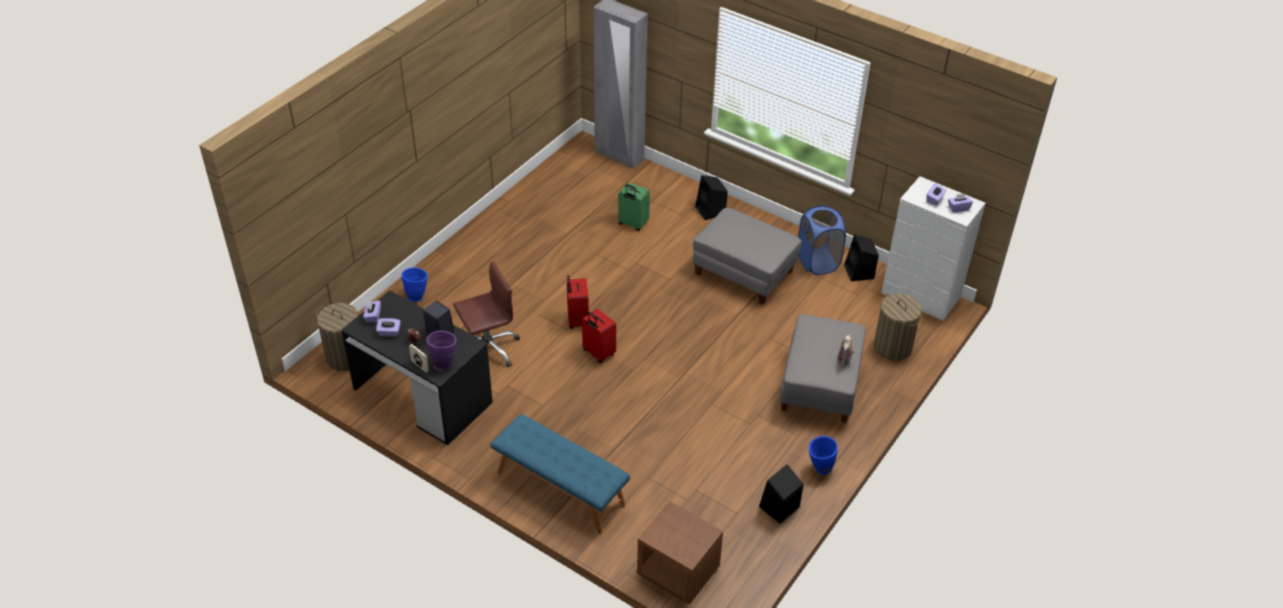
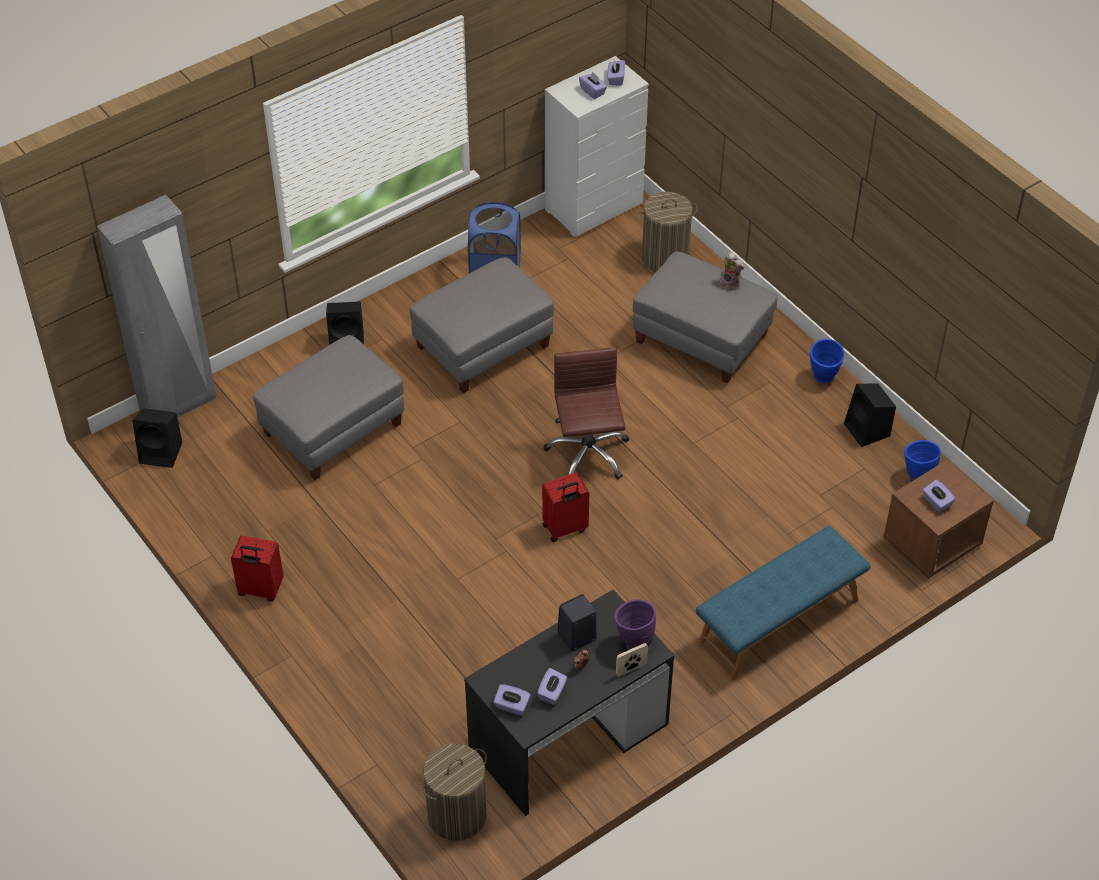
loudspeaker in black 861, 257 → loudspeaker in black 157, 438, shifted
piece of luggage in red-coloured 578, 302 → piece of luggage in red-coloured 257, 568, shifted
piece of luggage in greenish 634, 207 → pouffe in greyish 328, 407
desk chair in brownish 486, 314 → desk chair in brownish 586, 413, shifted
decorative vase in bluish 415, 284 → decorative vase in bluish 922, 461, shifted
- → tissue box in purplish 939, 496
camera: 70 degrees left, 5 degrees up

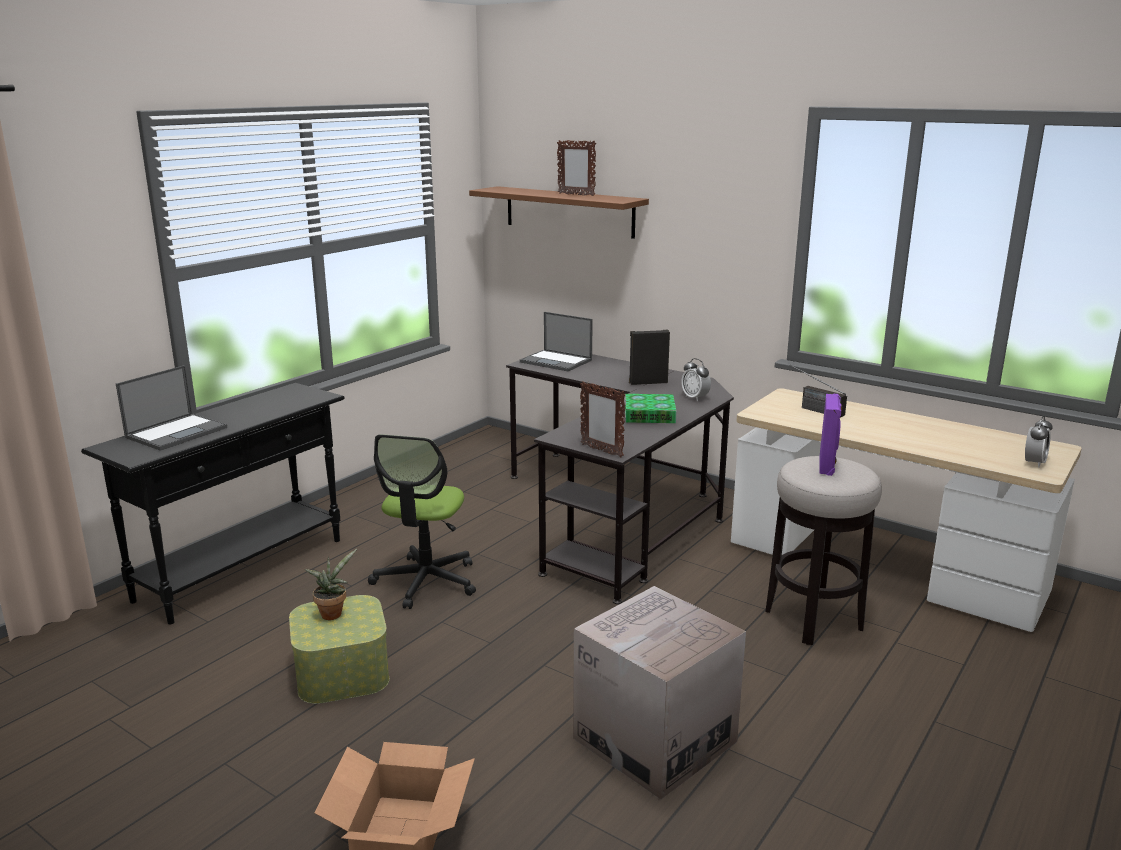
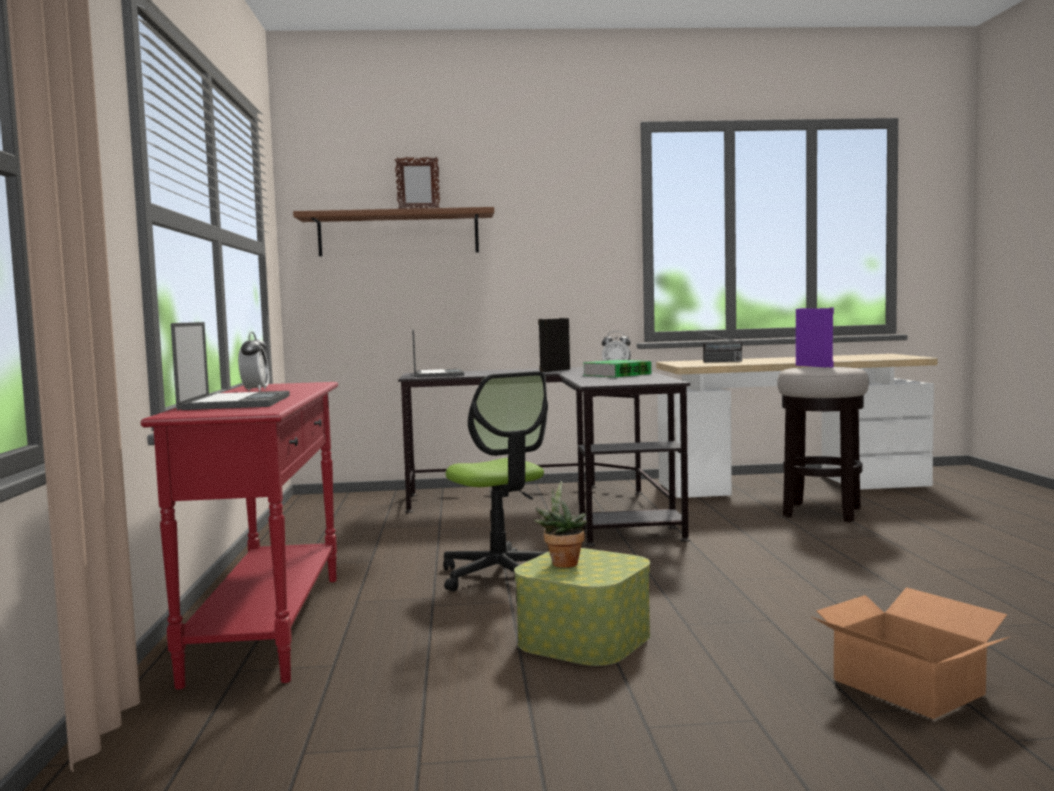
hall table in black 213, 503 → hall table in red-coloured 239, 535
bedside clock 1039, 442 → bedside clock 253, 361, shifted
notebook computer 556, 341 → notebook computer 438, 353, 90 degrees counterclockwise
packing box 659, 692 → -
picture frame 603, 419 → -
camera: 40 degrees left, 15 degrees down

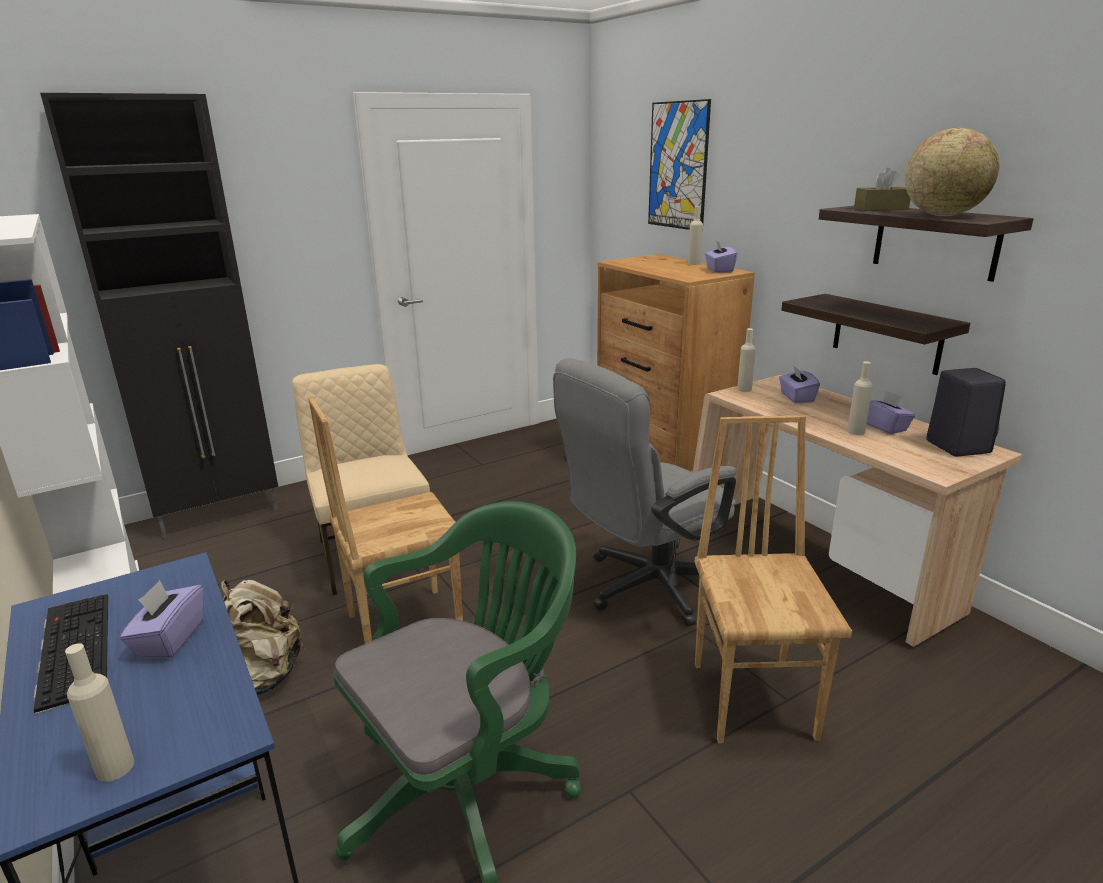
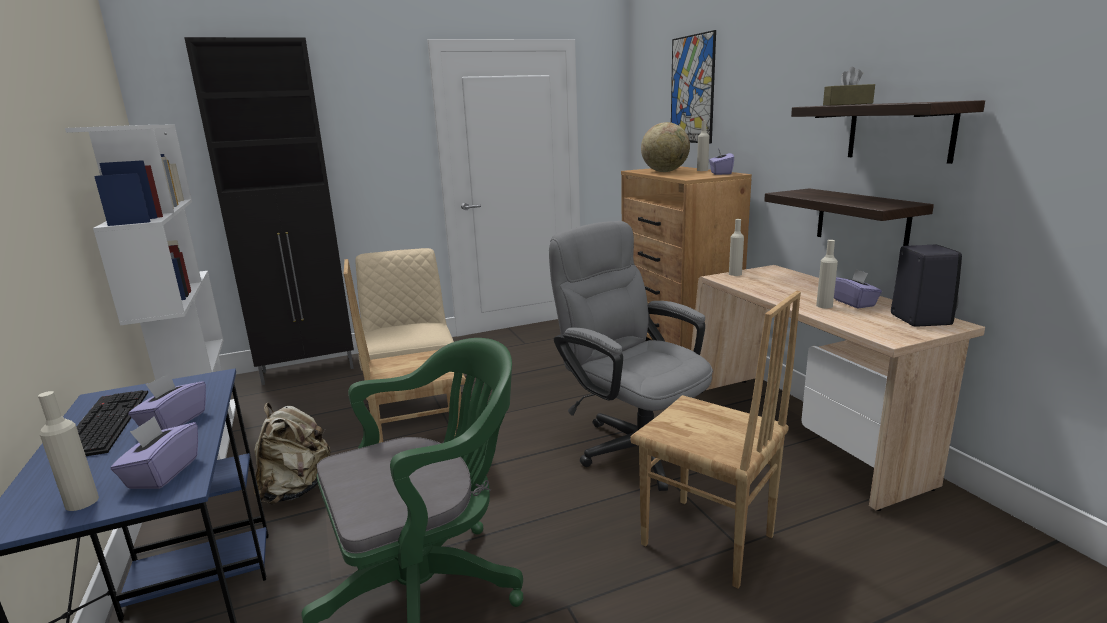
tissue box in purplish 799, 384 → tissue box in purplish 154, 453, shifted
desk chair in greyish 644, 492 → desk chair in greyish 631, 356, 75 degrees clockwise
upright chair in brownish 773, 579 → upright chair in brownish 715, 439, 120 degrees clockwise
desk globe 952, 172 → desk globe 665, 147, shifted
camera: 10 degrees right, 5 degrees down

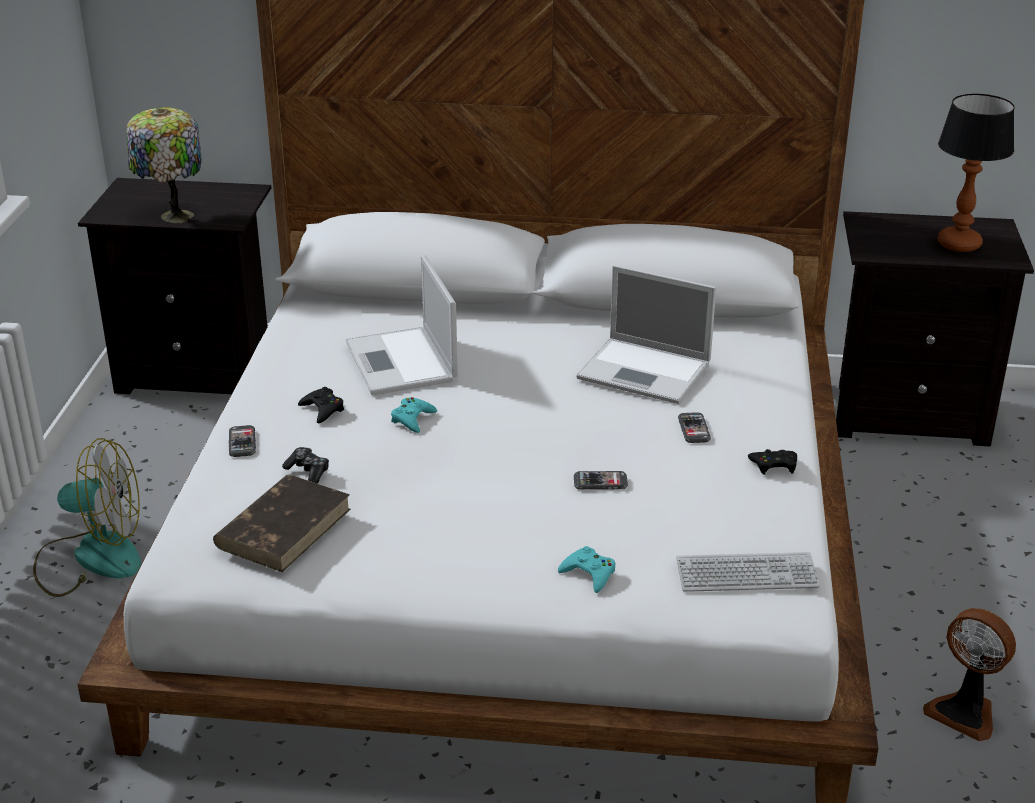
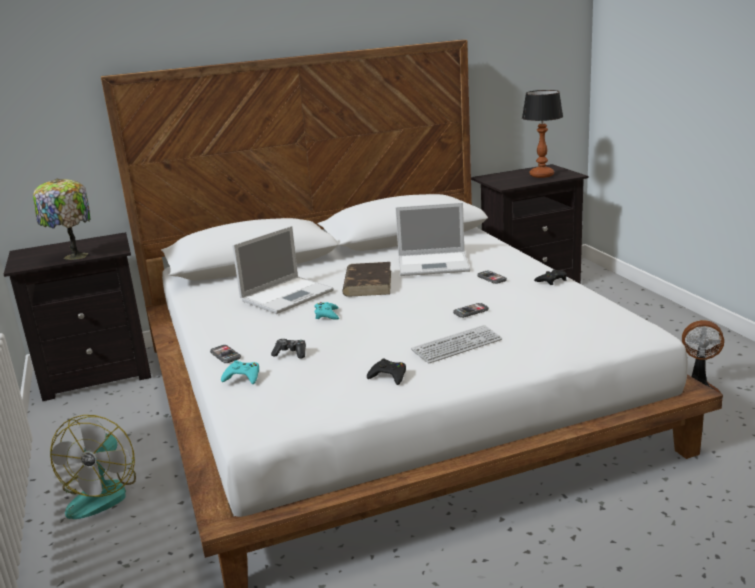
cooling fan 87, 517 → cooling fan 93, 467, 120 degrees clockwise
gamepad in turquoise 587, 569 → gamepad in turquoise 240, 372, shifted
notebook computer 402, 325 → notebook computer 283, 270, 90 degrees counterclockwise
bound book in brownish 282, 523 → bound book in brownish 366, 279, shifted
gamepad in black 321, 405 → gamepad in black 386, 371, shifted
keyboard 748, 572 → keyboard 456, 344, shifted
camera: 25 degrees left, 10 degrees down

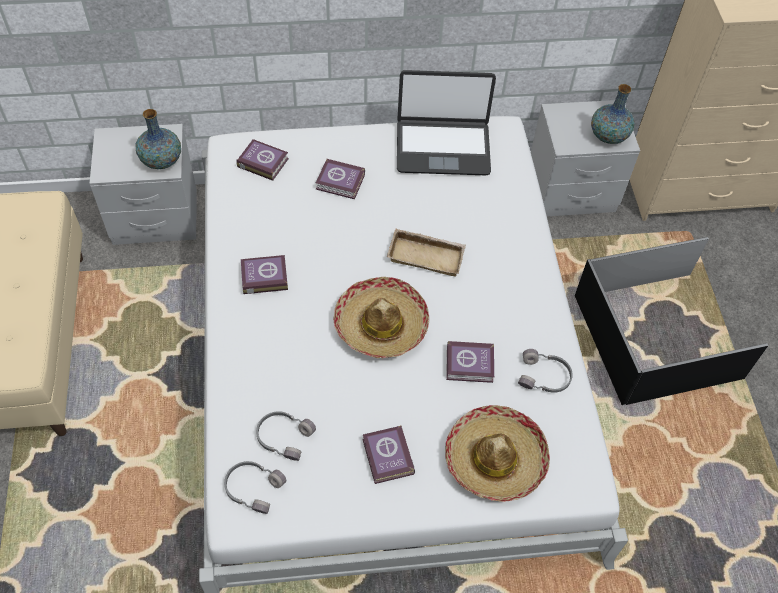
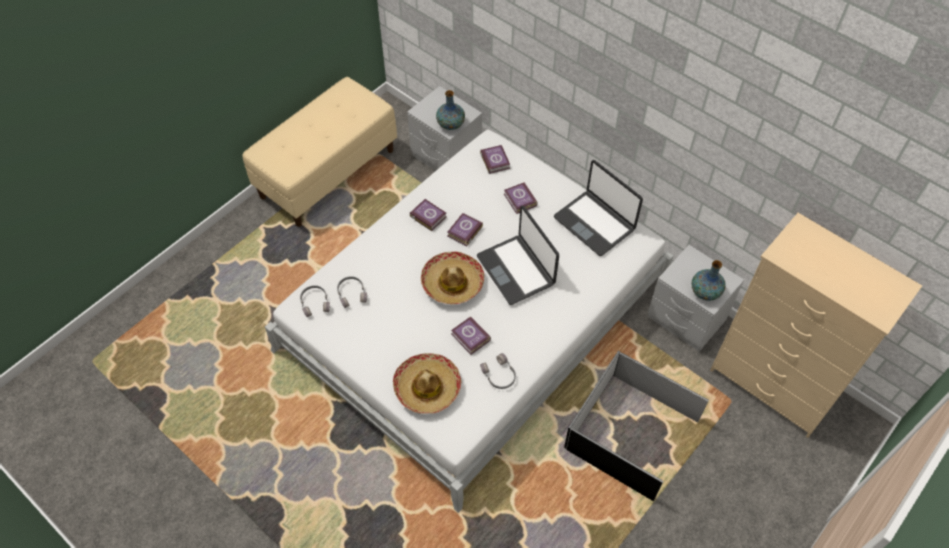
bound book 388, 454 → bound book 465, 229, shifted
tray in beige 426, 252 → notebook computer 518, 255
camera: 50 degrees right, 0 degrees up

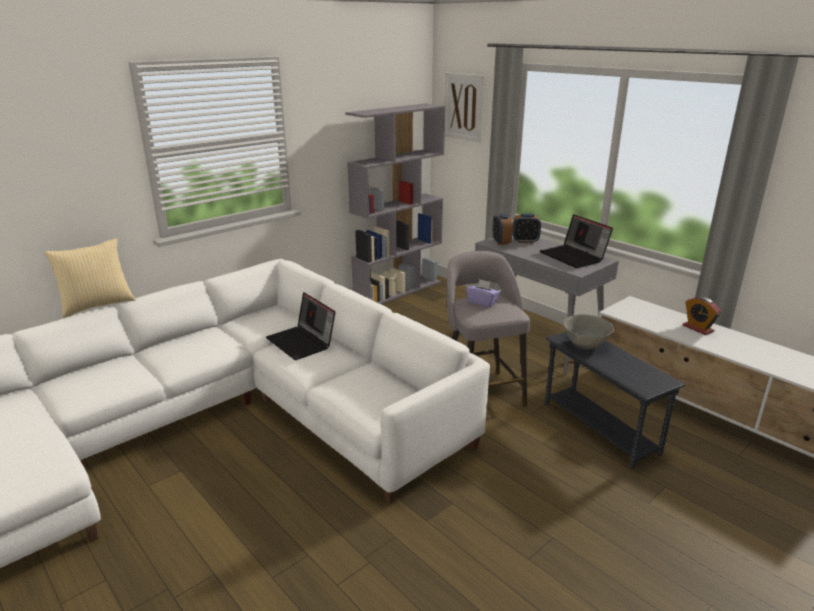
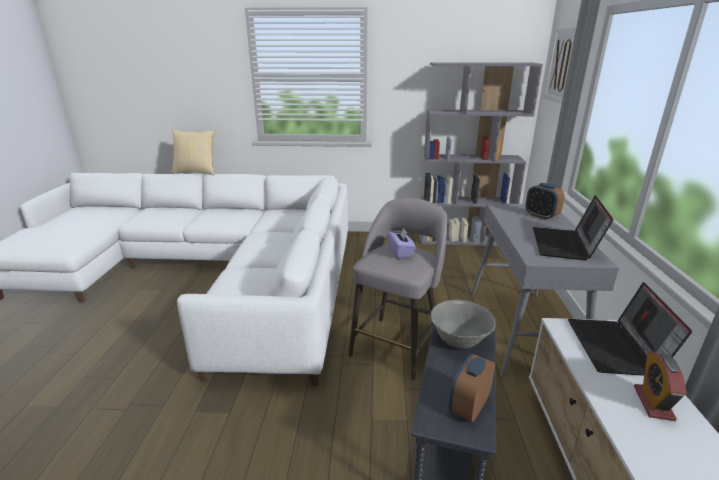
bedside clock 502, 229 → bedside clock 472, 388, shifted
notebook computer 301, 326 → notebook computer 630, 329, shifted
camera: 45 degrees right, 0 degrees up

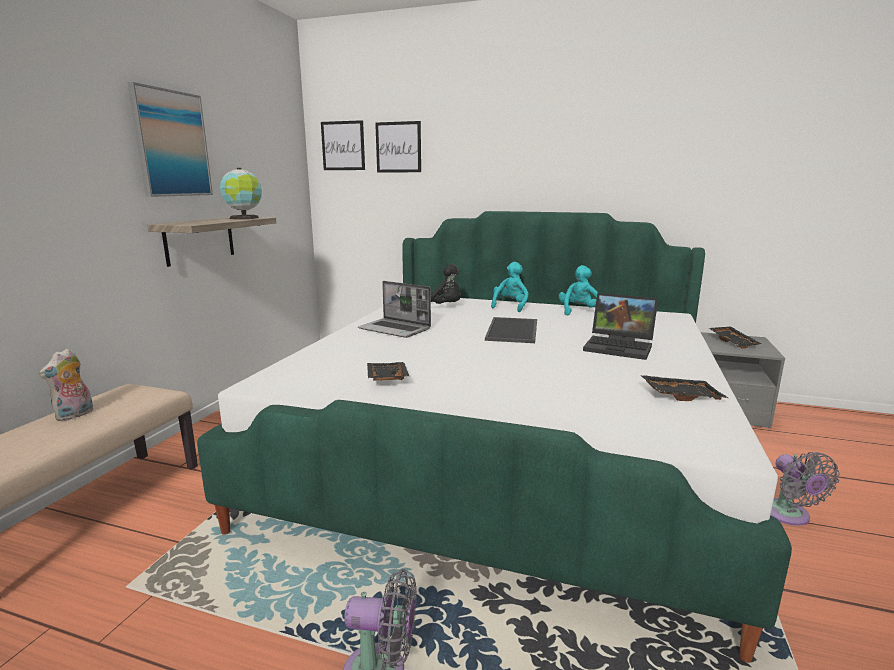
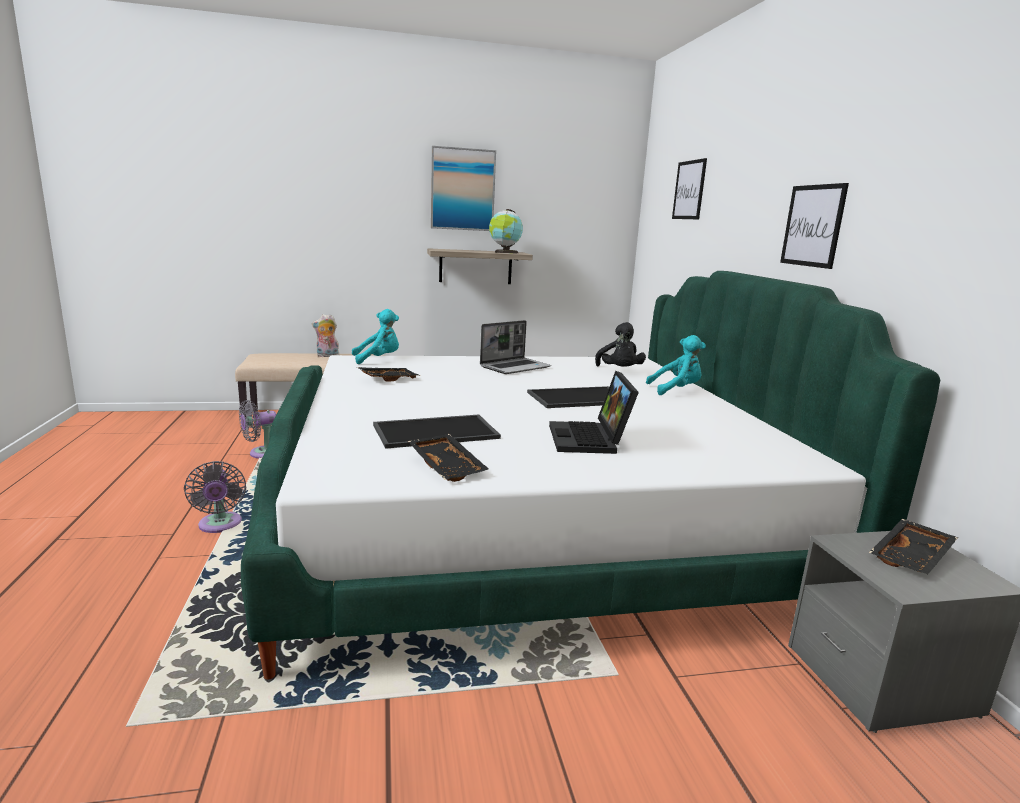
cooling fan in greyish 805, 489 → cooling fan in greyish 257, 429, shifted
cuddly toy in turquoise 578, 290 → cuddly toy in turquoise 375, 336, shifted
- → tray 437, 432
notebook computer 394, 309 → notebook computer 515, 347, 135 degrees counterclockwise
wall art 343, 145 → wall art 814, 226, shifted
camera: 60 degrees right, 0 degrees up

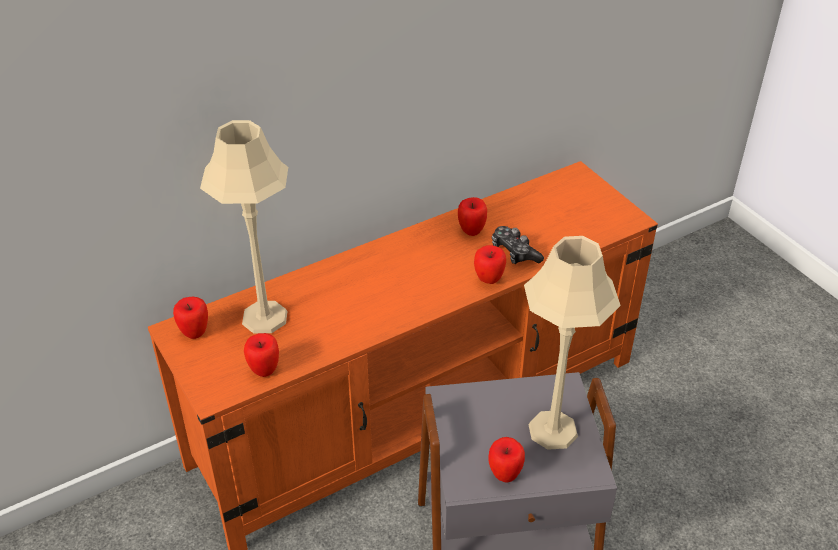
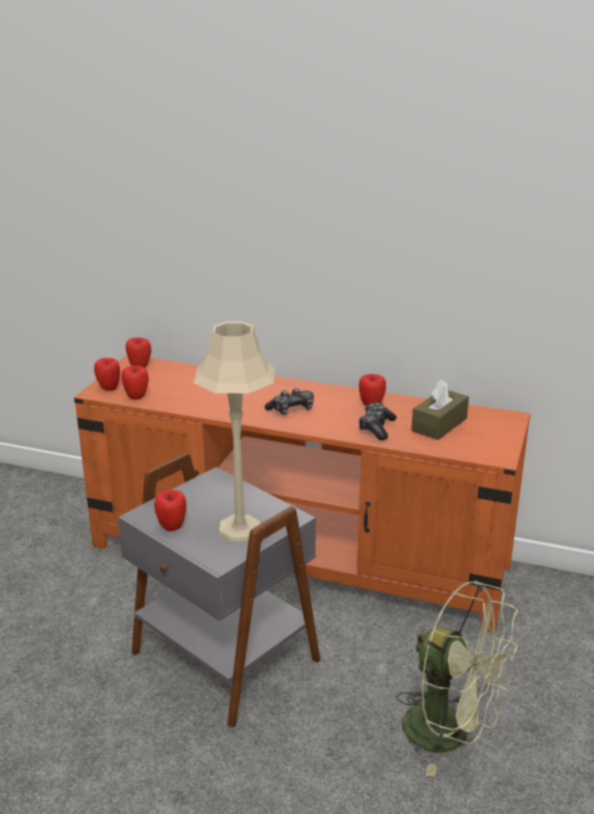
apple fruit 490, 264 → apple fruit 107, 374, shifted
- → gamepad 289, 401
- → cooling fan in greenish 458, 679
- → tissue box in brownish 440, 409
table lamp in beige 244, 226 → -
camera: 50 degrees right, 15 degrees down

